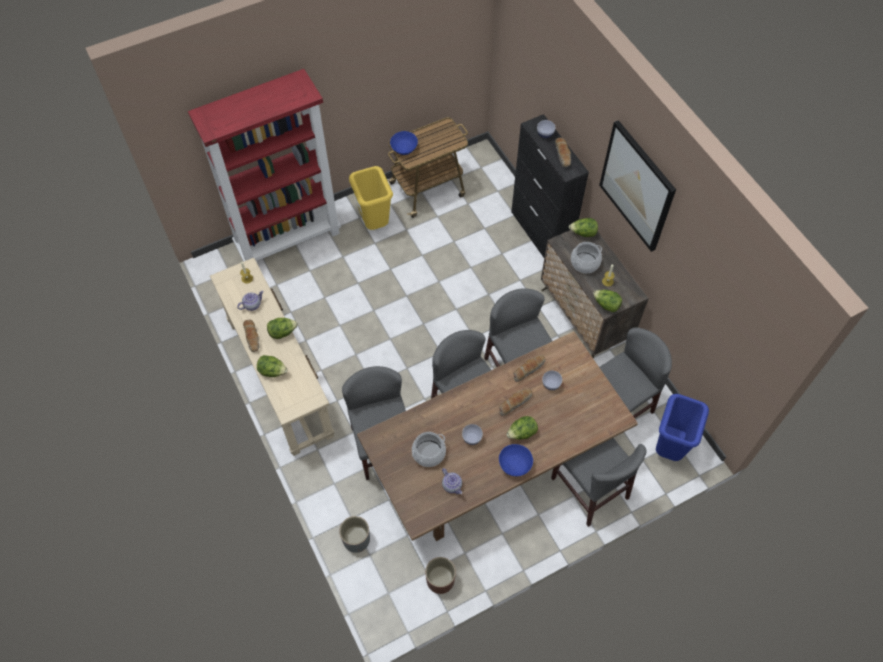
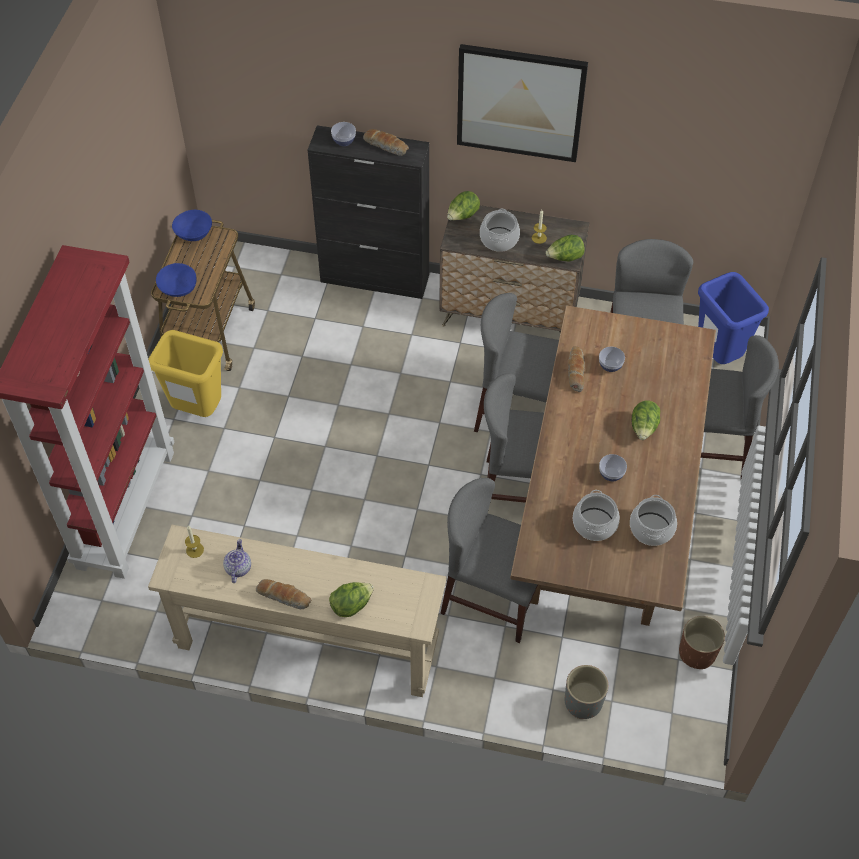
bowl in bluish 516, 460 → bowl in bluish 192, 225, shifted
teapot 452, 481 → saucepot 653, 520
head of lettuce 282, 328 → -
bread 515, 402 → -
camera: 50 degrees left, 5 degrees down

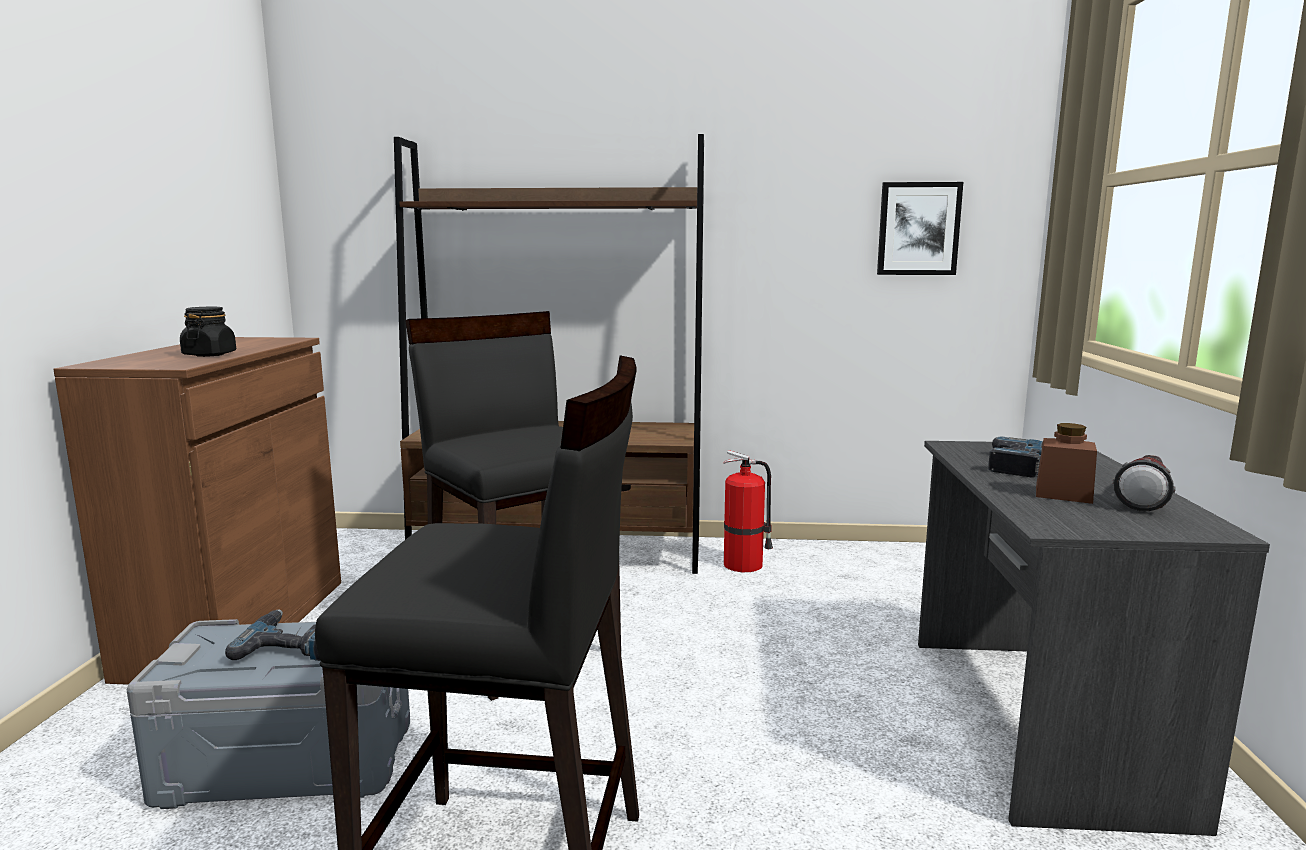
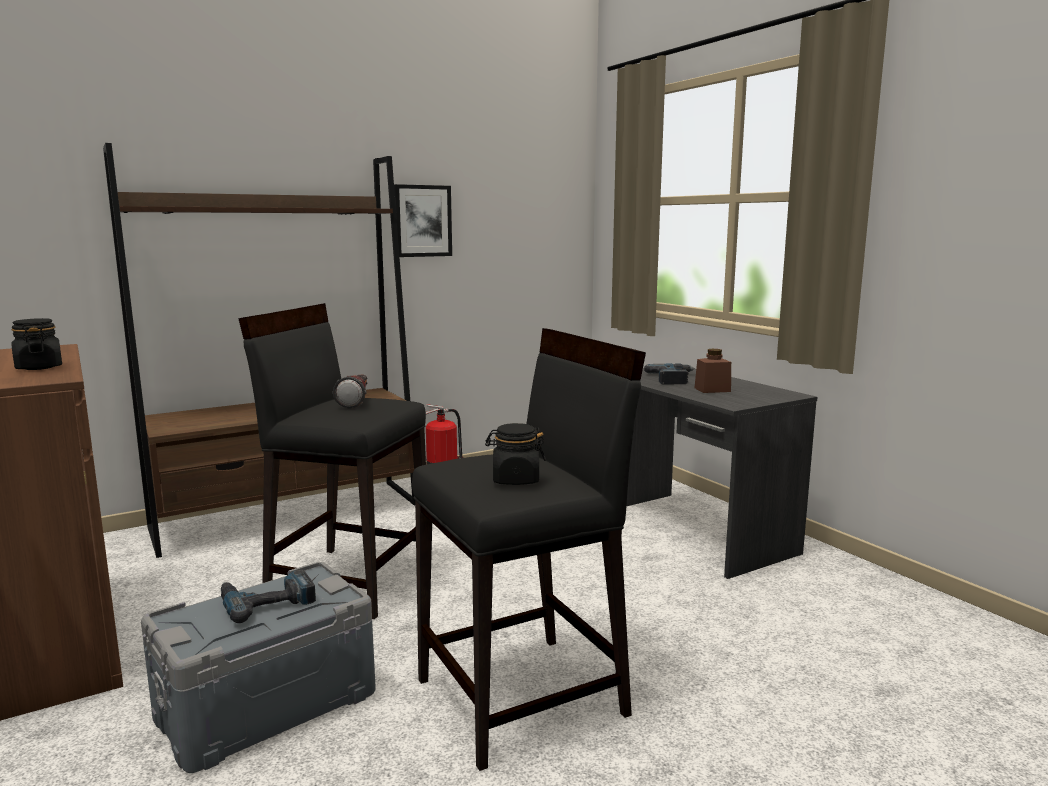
hand torch 1144, 483 → hand torch 350, 392, shifted
wall art 920, 228 → wall art 423, 220, shifted
- → jar in black 515, 454
camera: 35 degrees left, 0 degrees up

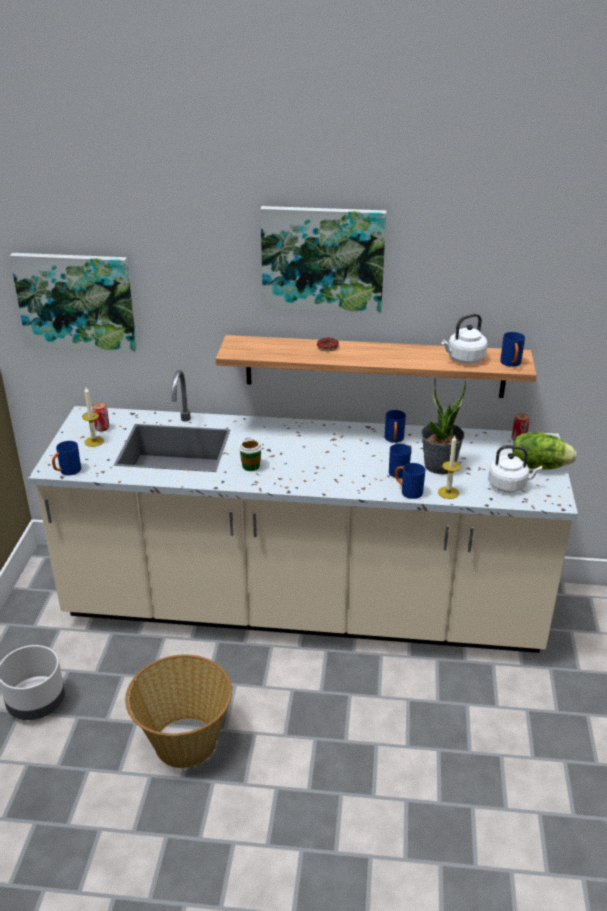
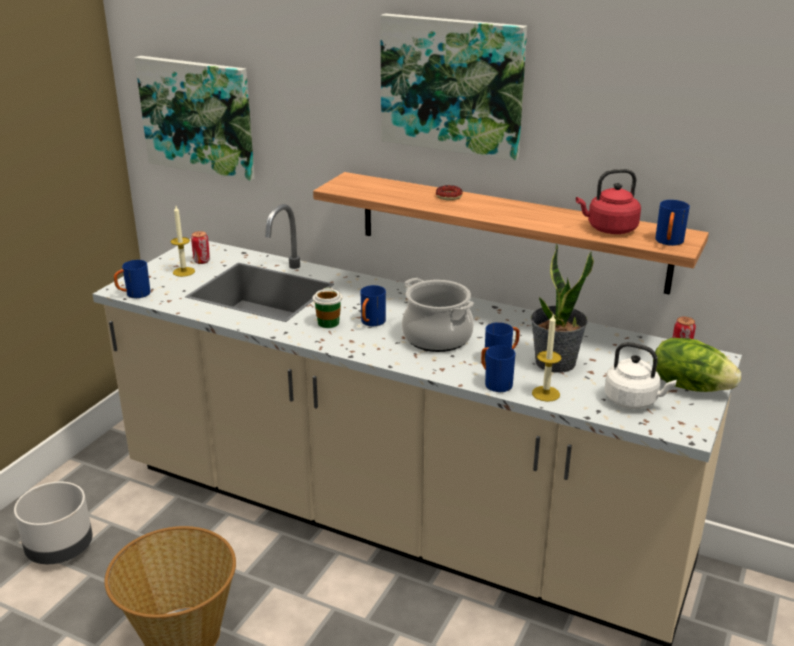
coffee mug in bluish 395, 426 → coffee mug in bluish 373, 305, shifted
- → saucepot 438, 315
kettle in white-coloured 464, 338 → kettle in red-coloured 608, 201
camera: 20 degrees right, 5 degrees down

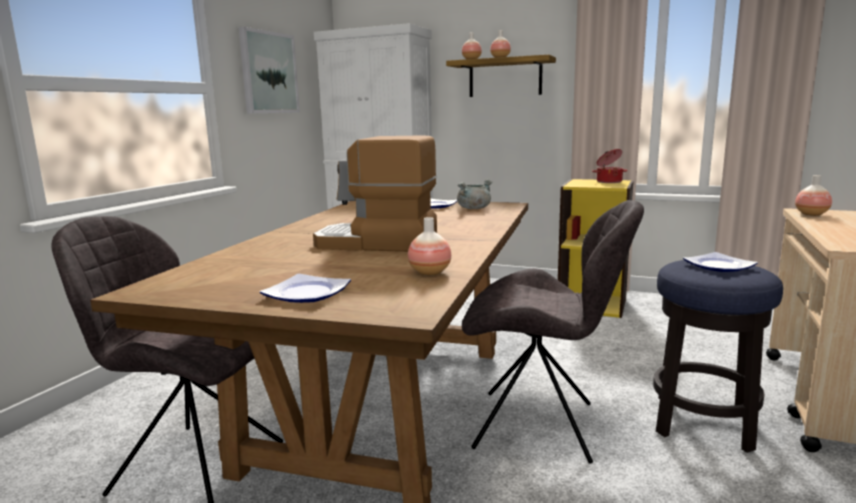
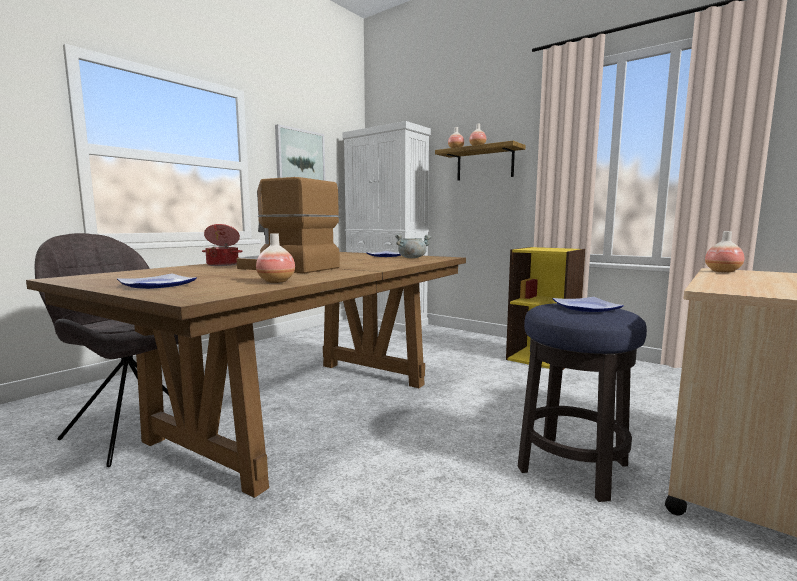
saucepot 609, 166 → saucepot 222, 245, shifted
upright chair in greyish 553, 332 → -
camera: 15 degrees right, 5 degrees down

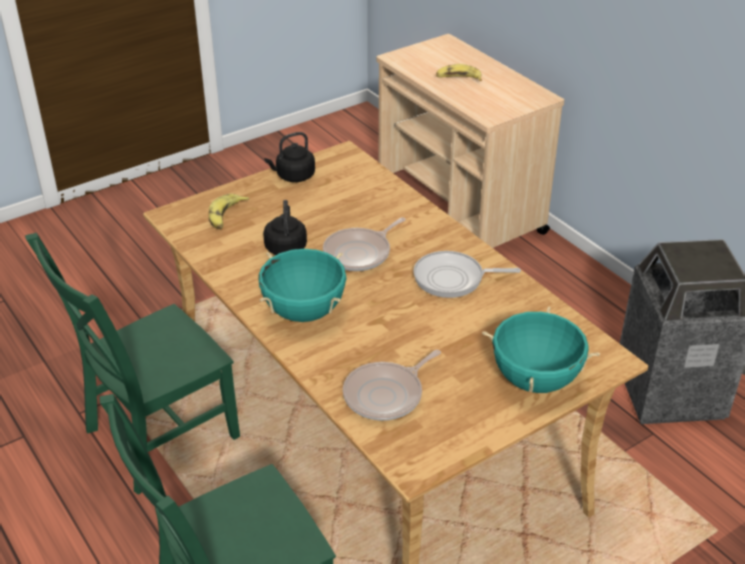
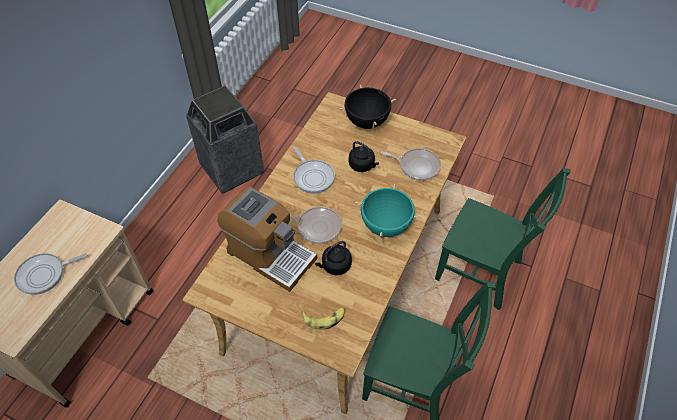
banana fruit 459, 72 → pan 50, 274
- → coffee maker 267, 239
saucepot in turquoise 541, 350 → saucepot in black 368, 107
kettle in black 289, 157 → kettle in black 364, 156, shifted
camera: 120 degrees left, 15 degrees up

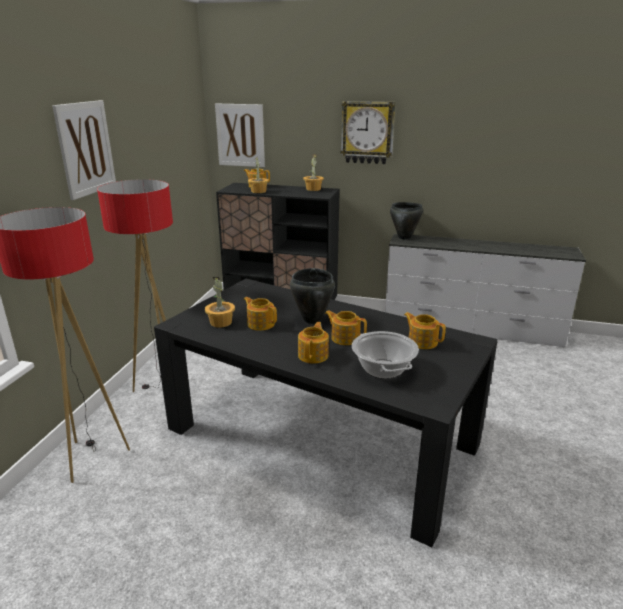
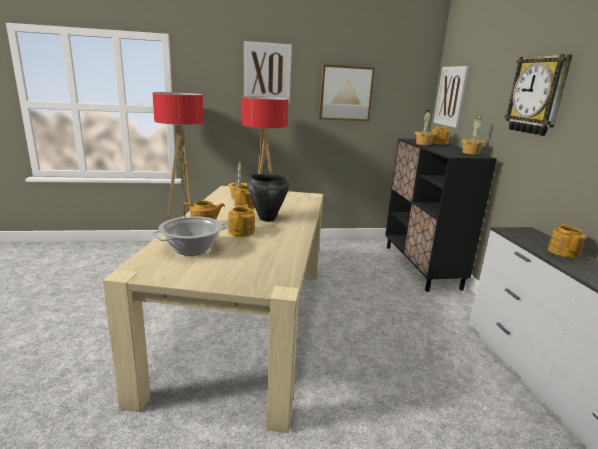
dinner table in black 326, 413 → dinner table in beige 213, 309
- → wall art 347, 92
teapot 425, 330 → teapot 567, 240, shifted
saucepot in black 406, 220 → -
camera: 65 degrees right, 5 degrees down

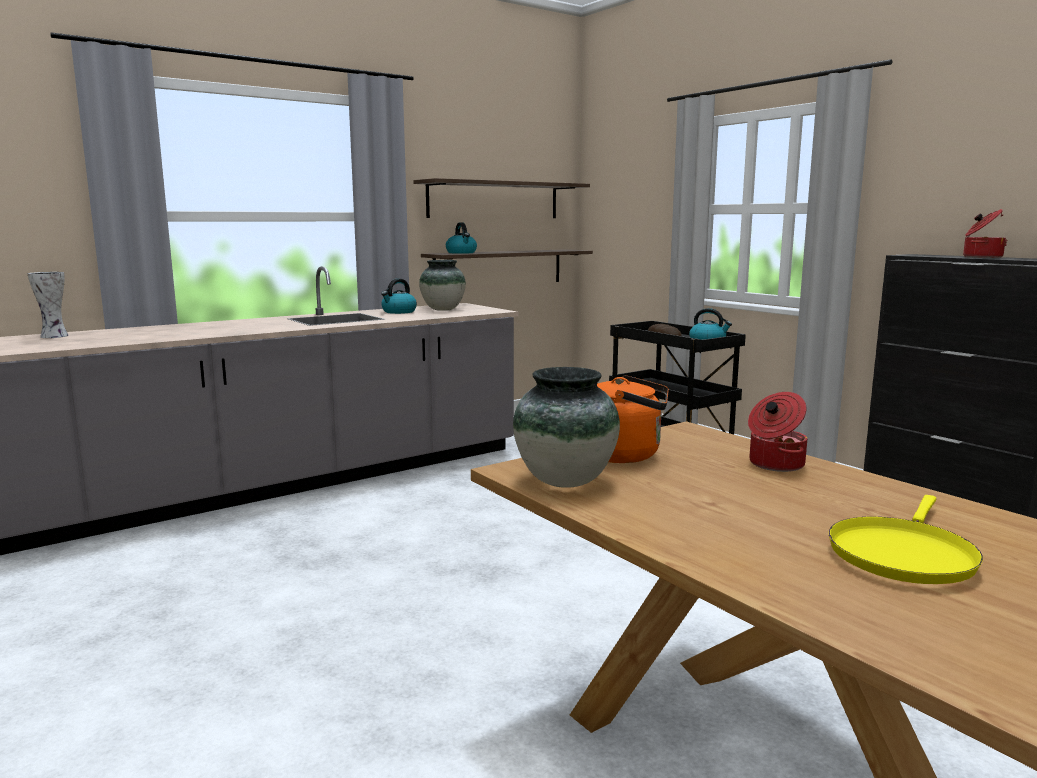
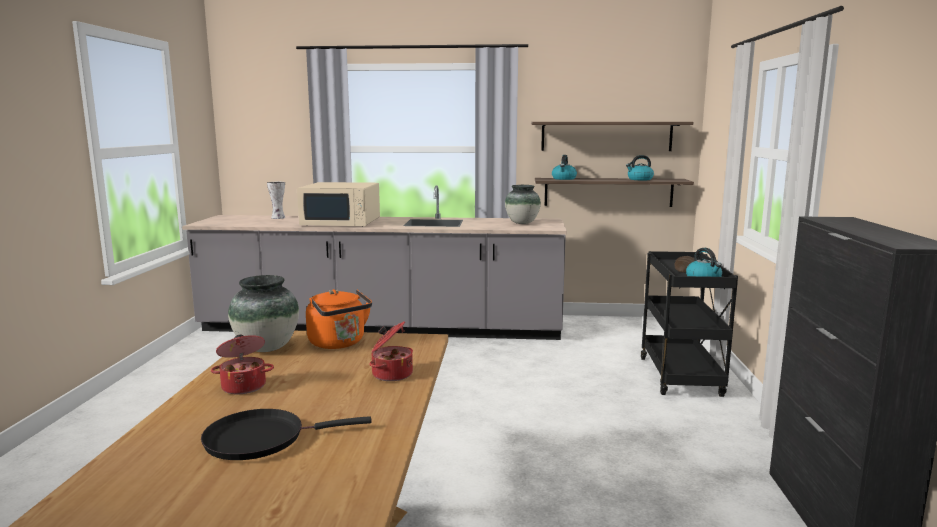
pan in yellowish 906, 539 → pan in black 286, 434
saucepot 985, 233 → saucepot 242, 364, shifted
- → microwave oven in beige 338, 204
kettle 399, 296 → kettle 640, 167, shifted
camera: 40 degrees right, 0 degrees up

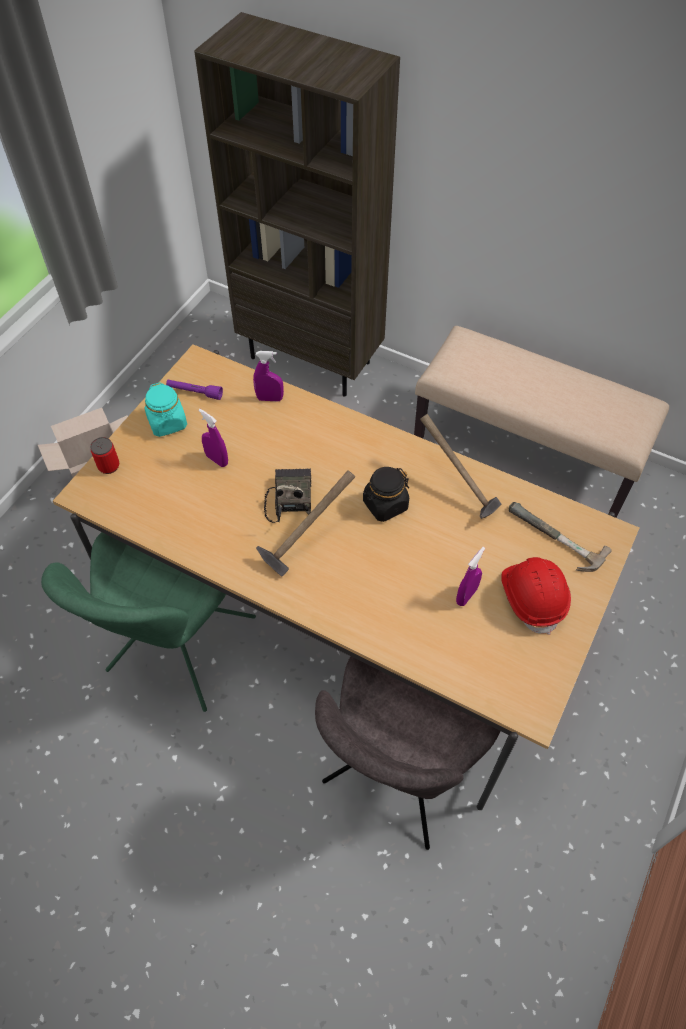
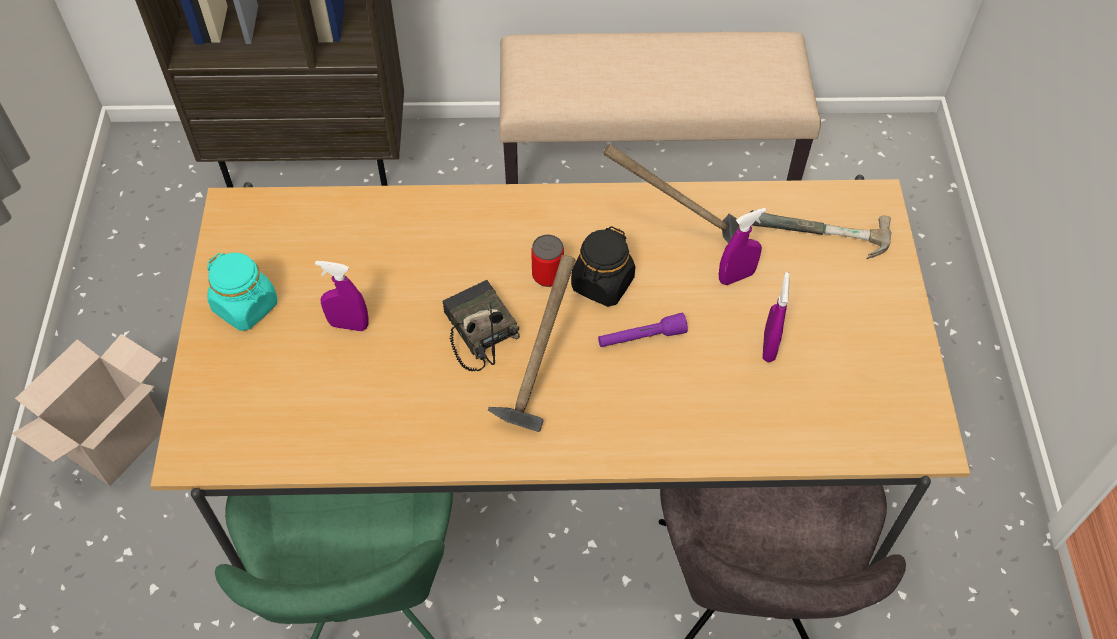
can 104, 455 → can 547, 261, shifted
hand torch in purplish 194, 390 → hand torch in purplish 643, 330, shifted
hand sprayer in purplish 268, 376 → hand sprayer in purplish 742, 246, shifted
hard hat in red-coloured 536, 596 → -
camera: 30 degrees left, 0 degrees up

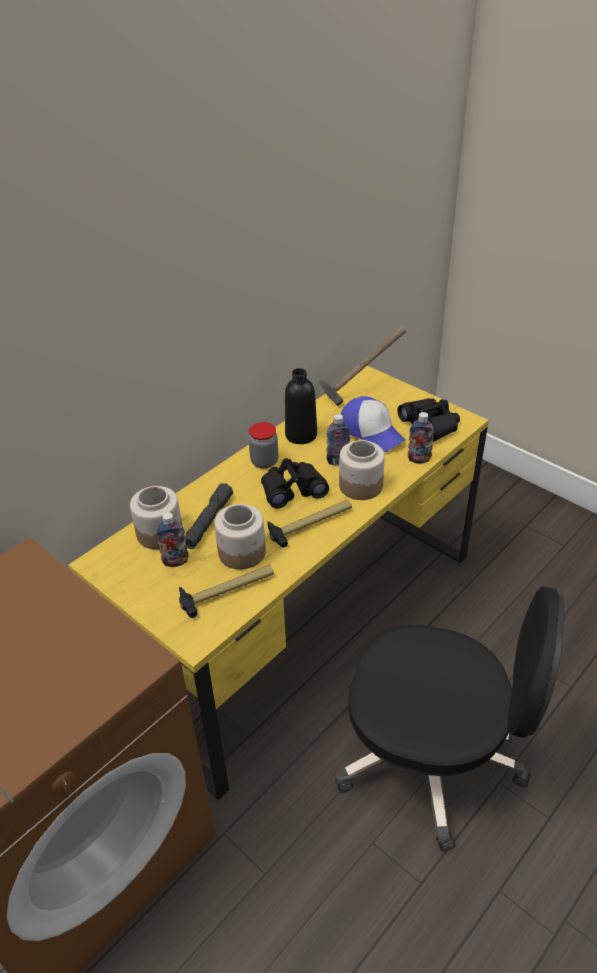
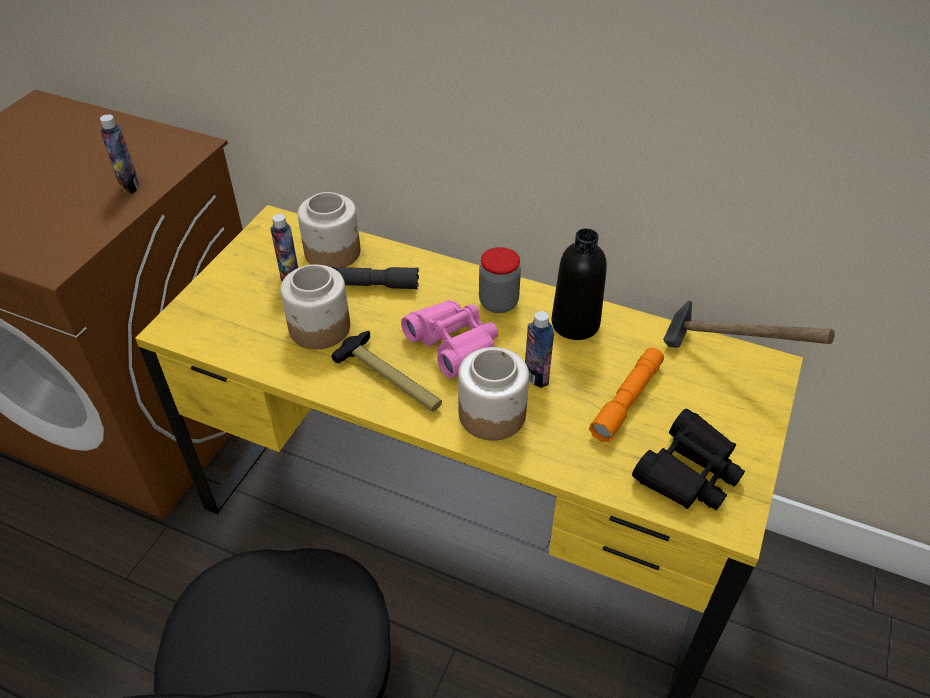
beverage bottle 421, 437 → beverage bottle 119, 154, shifted
binoculars in black 295, 483 → binoculars in pink-coloured 449, 339
baseball cap 373, 424 → hand torch in orangey 626, 394
tool hammer 226, 591 → -
camera: 70 degrees right, 5 degrees up

